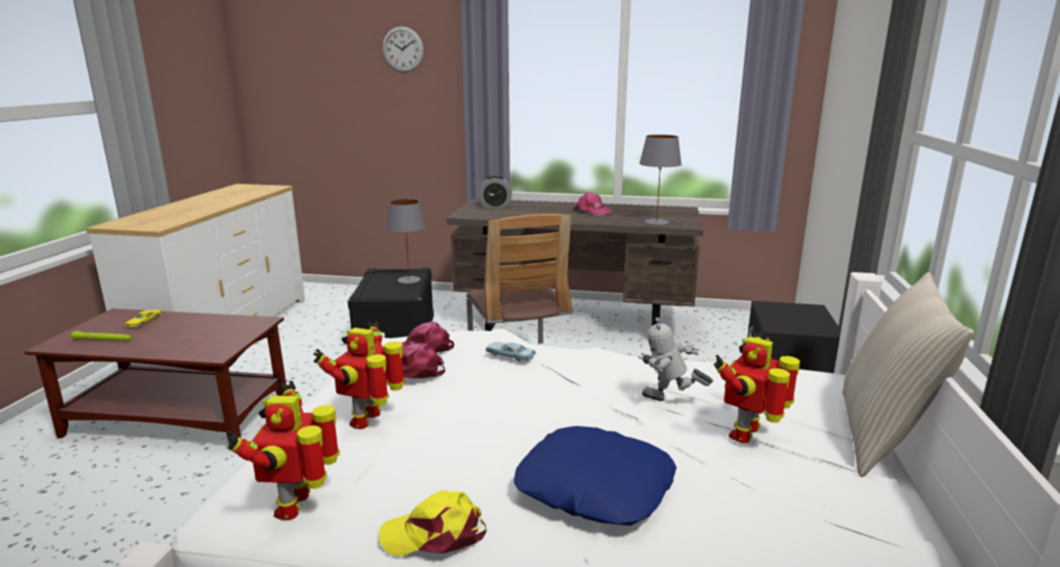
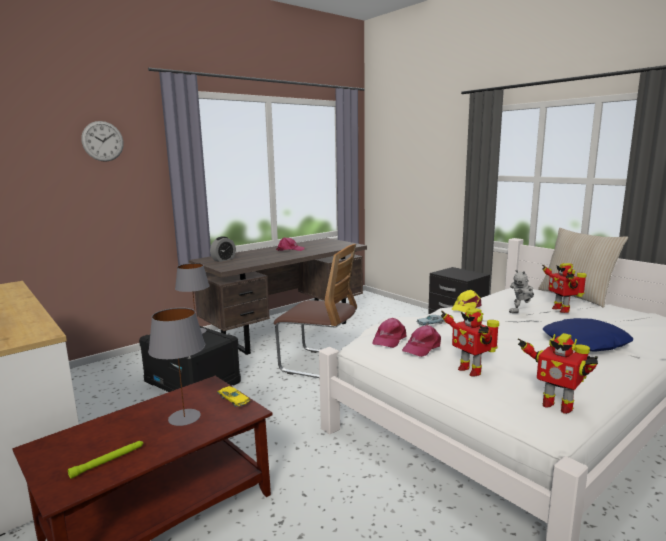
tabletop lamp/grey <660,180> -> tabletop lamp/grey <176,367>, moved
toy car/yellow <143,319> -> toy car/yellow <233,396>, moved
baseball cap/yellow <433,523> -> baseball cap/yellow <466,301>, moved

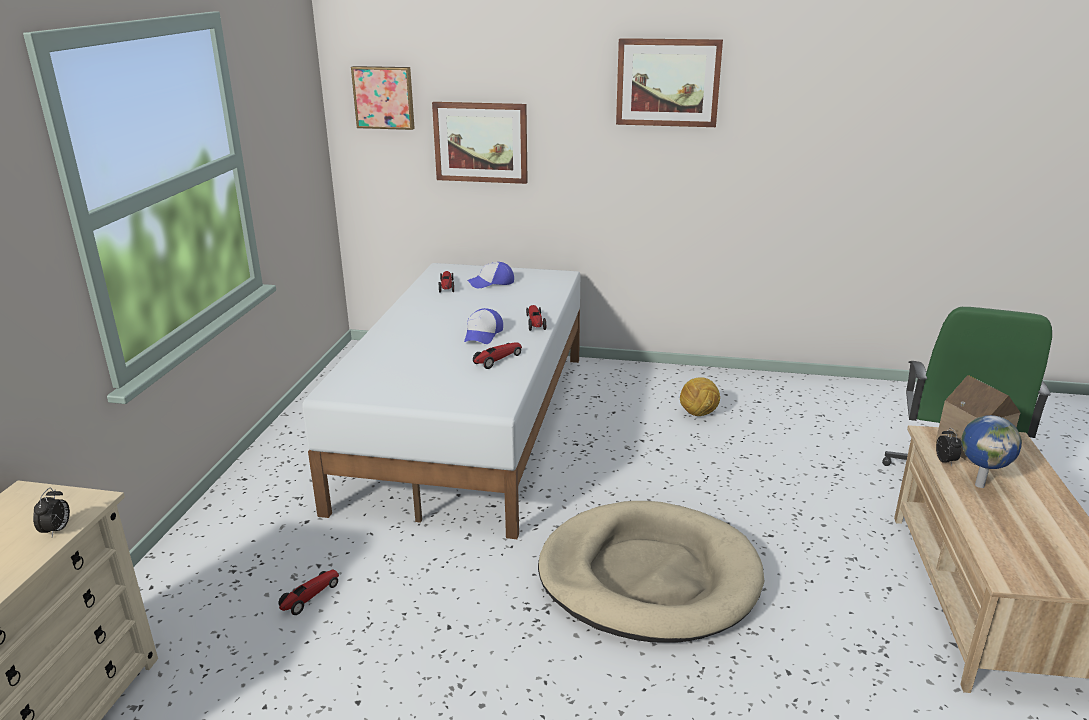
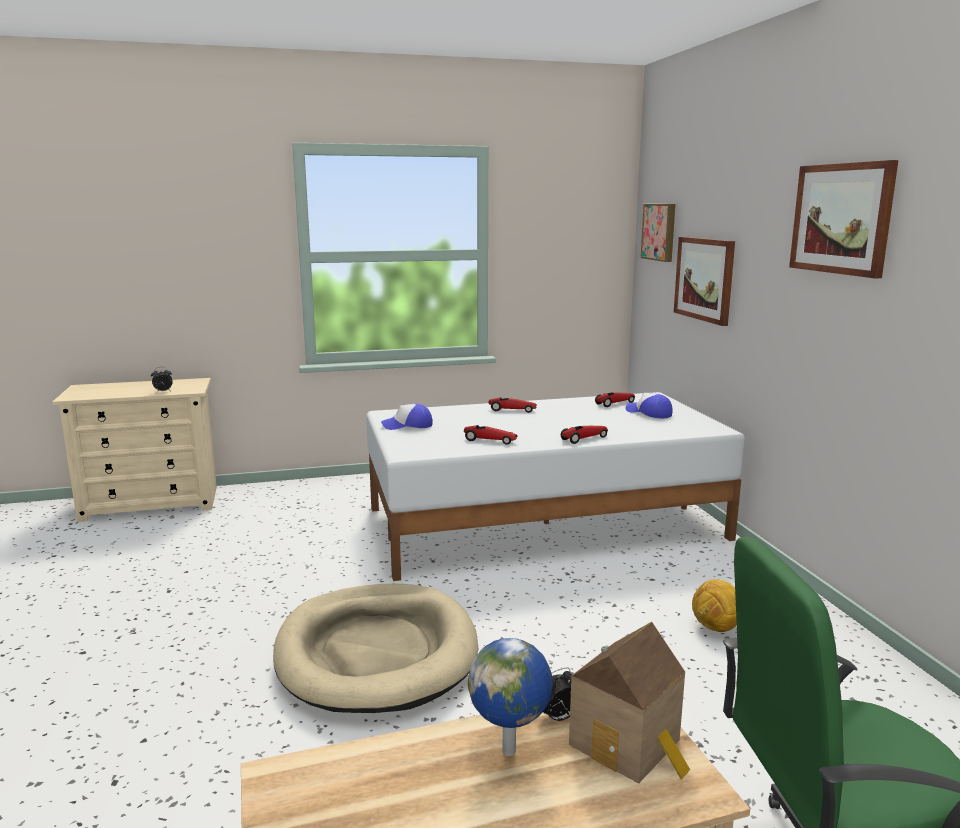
baseball cap <483,326> -> baseball cap <407,417>, moved
toy car <308,592> -> toy car <512,405>, moved

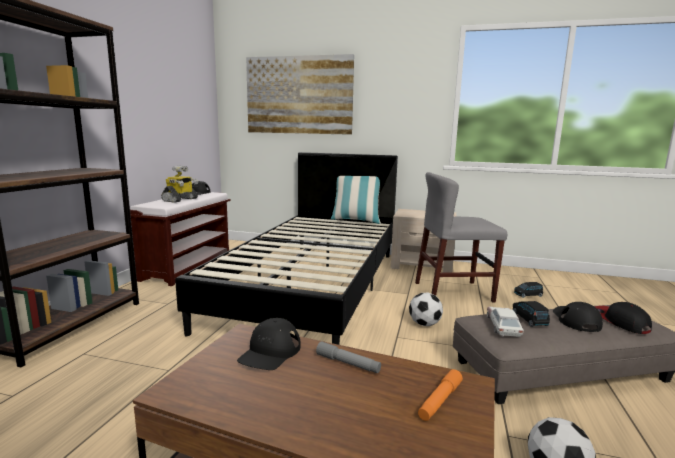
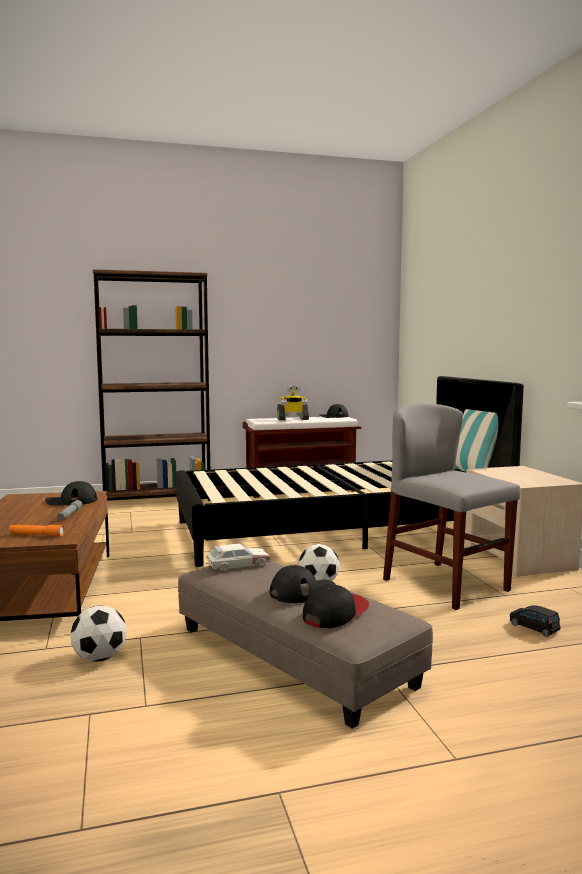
wall picture <300,94> -> none
toy car/black-coloured <531,314> -> none

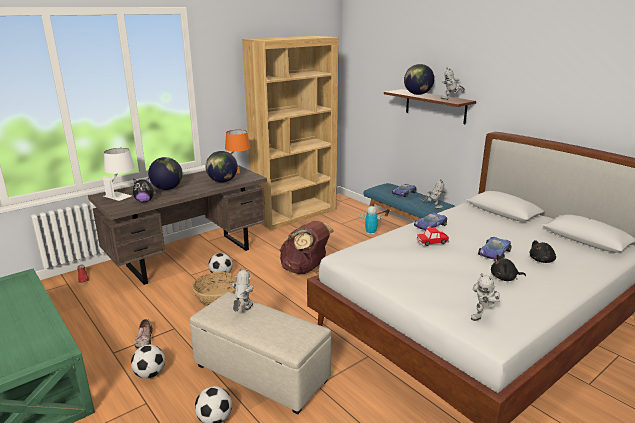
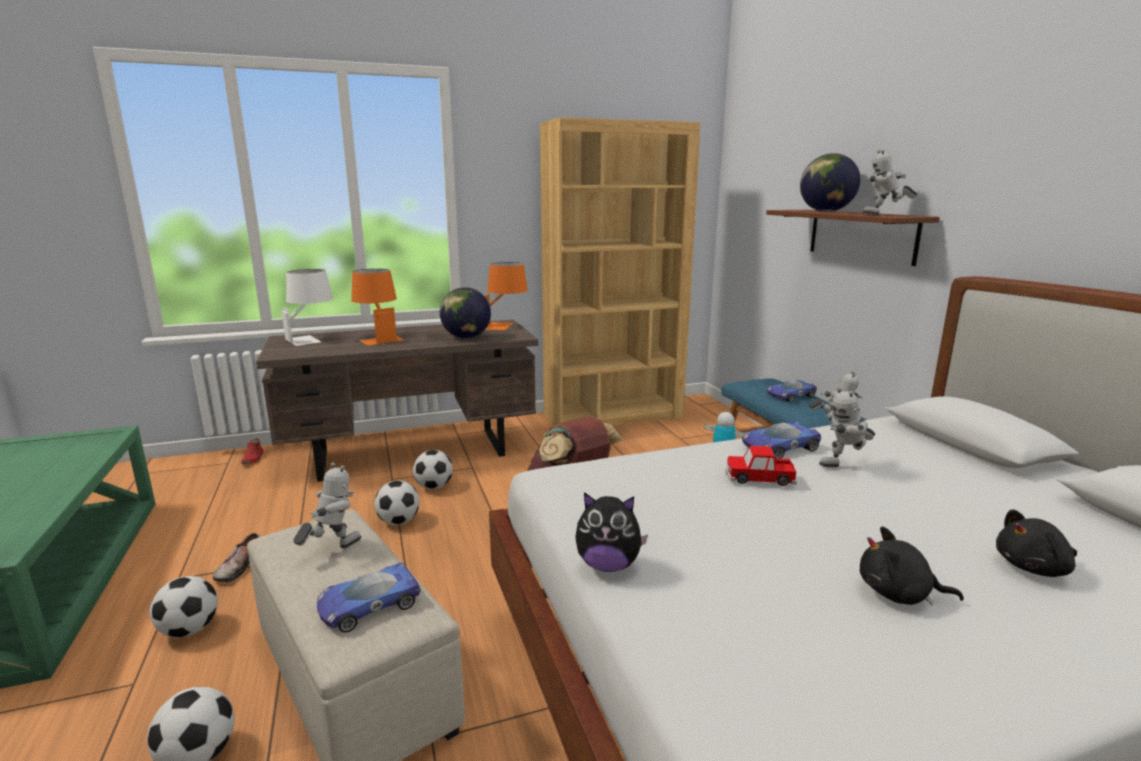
toy car <495,248> -> toy car <369,598>, moved
desk globe <165,173> -> tabletop lamp/orangey <377,307>
basket <214,289> -> football <396,503>
plush toy <144,190> -> plush toy <611,532>, moved
model robot <485,297> -> model robot <847,427>, moved

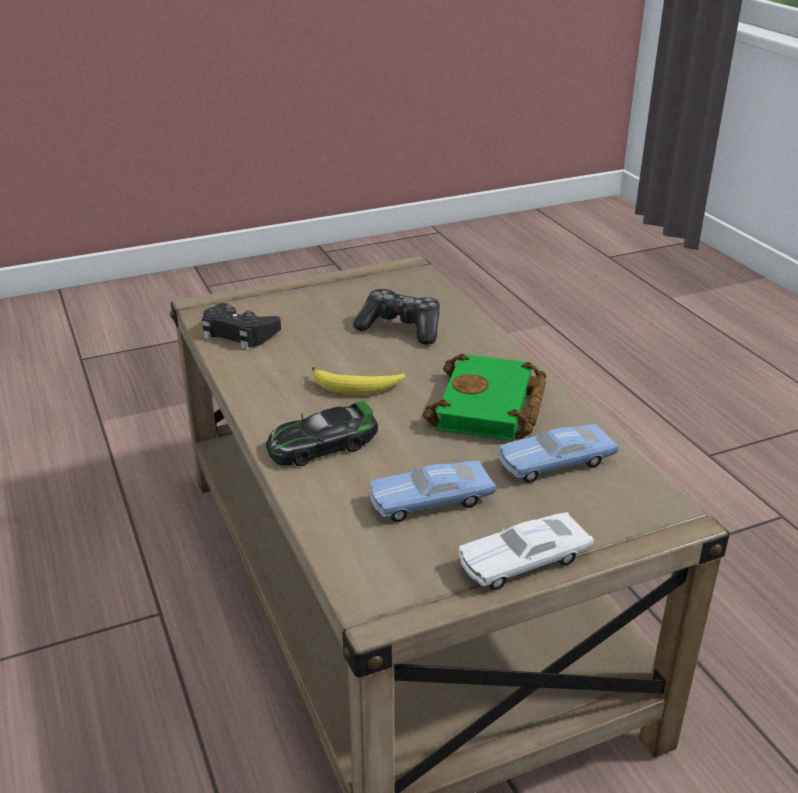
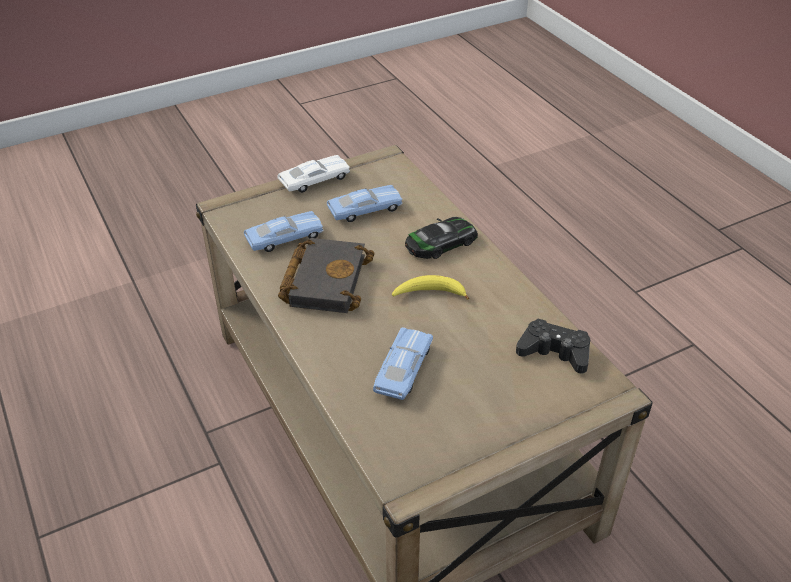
volume/greenish <484,397> -> volume/black-coloured <326,275>
joypad <396,317> -> toy car/blue-coloured <403,363>

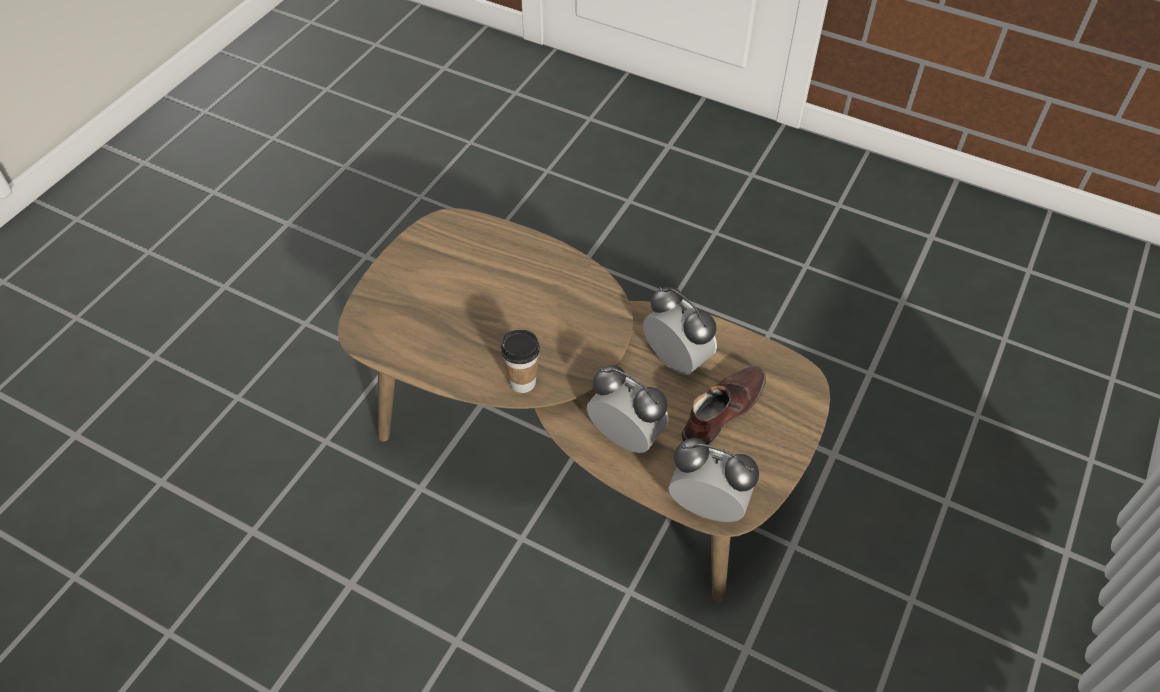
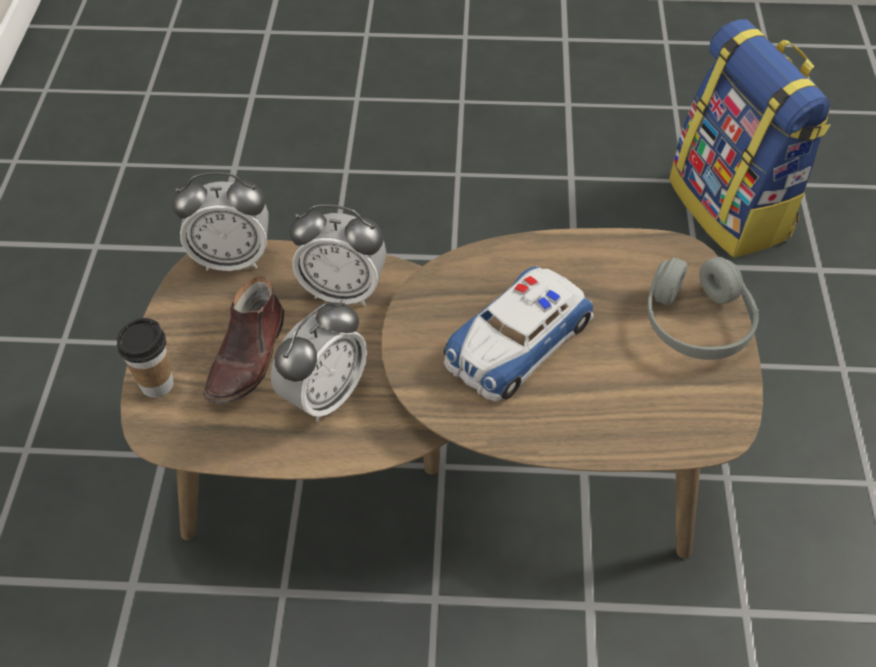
cup <520,361> -> cup <145,358>, moved
alarm clock <680,331> -> alarm clock <319,361>, 75 degrees counterclockwise
none -> toy car <519,333>
none -> headphones/grey <703,308>
none -> rucksack <750,138>

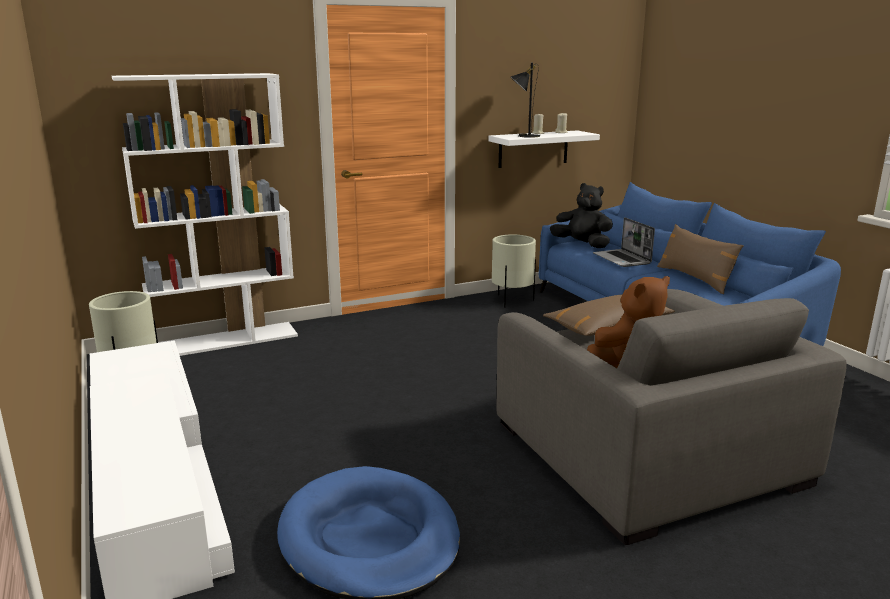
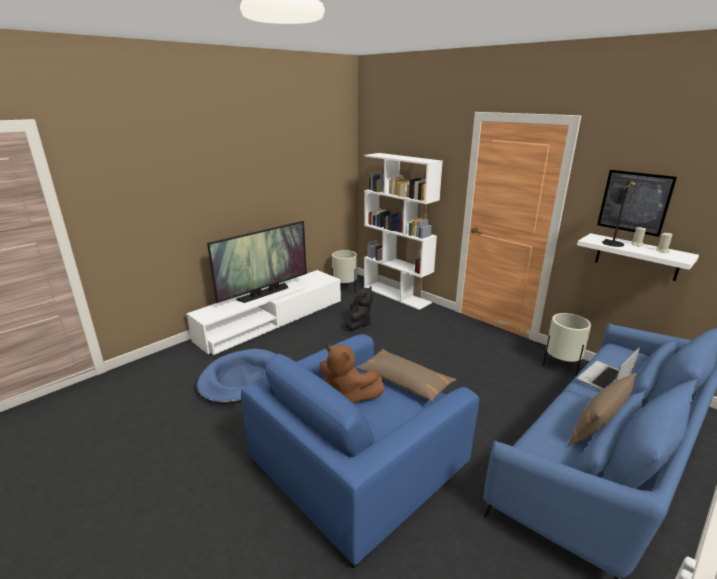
none -> television <257,262>
armchair/grey <671,417> -> armchair/blue-coloured <360,451>
plush toy/black-coloured <581,215> -> plush toy/black-coloured <359,308>, moved
none -> wall picture <637,203>

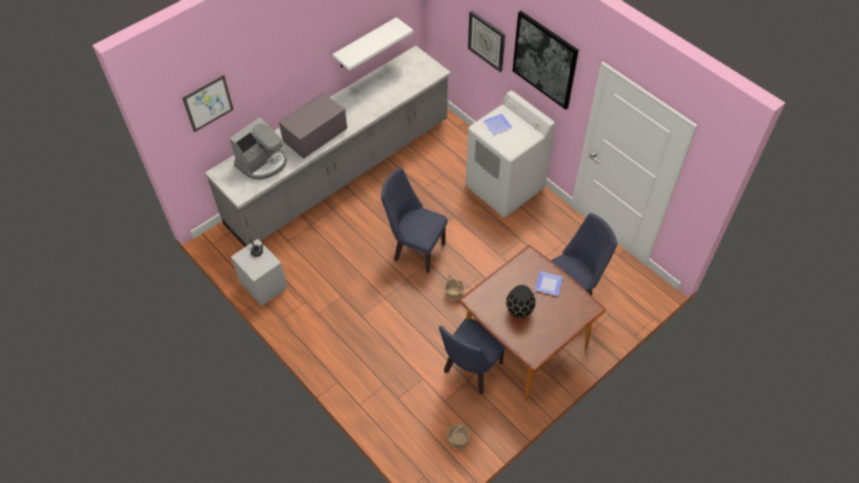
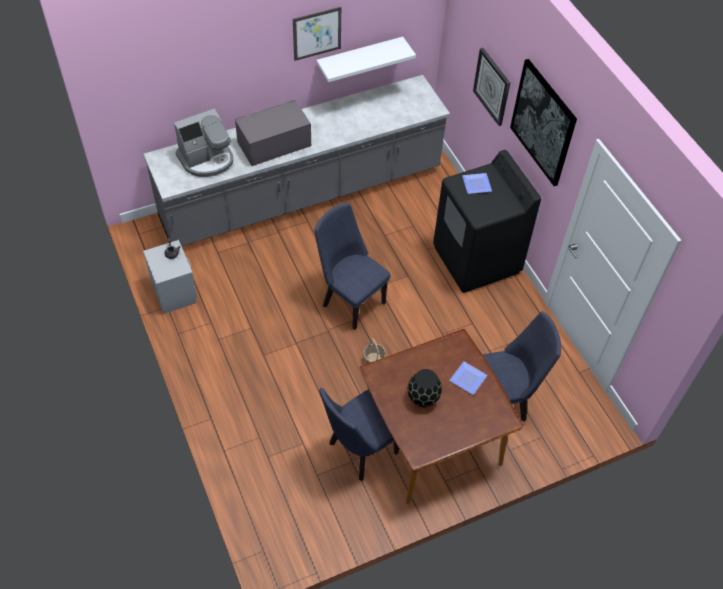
wall picture <208,103> -> wall picture <317,34>, moved
washing machine/whitish <510,154> -> washing machine/black-coloured <487,221>
basket <458,436> -> none

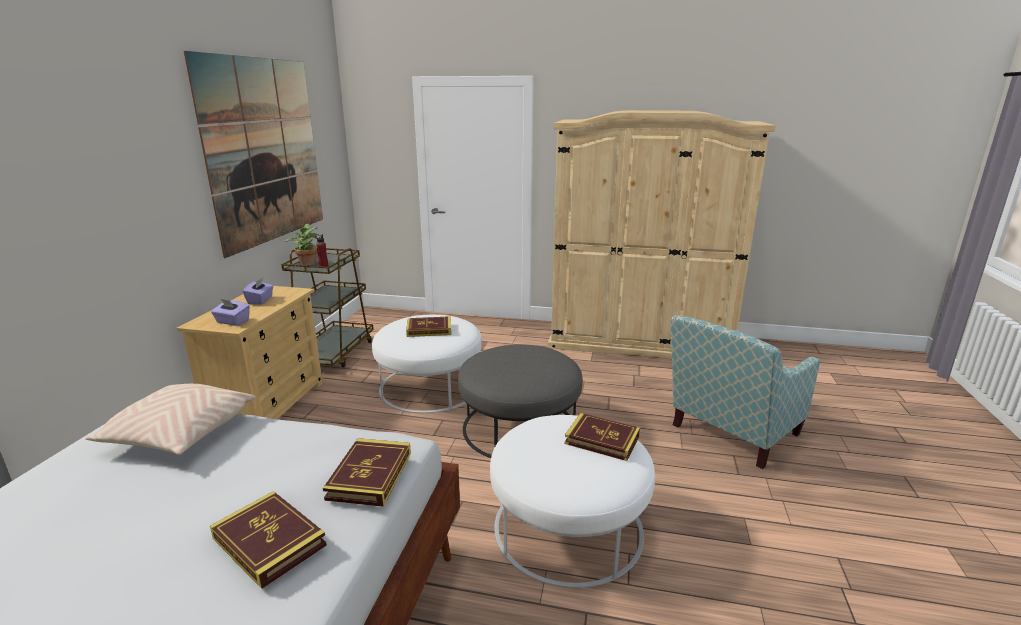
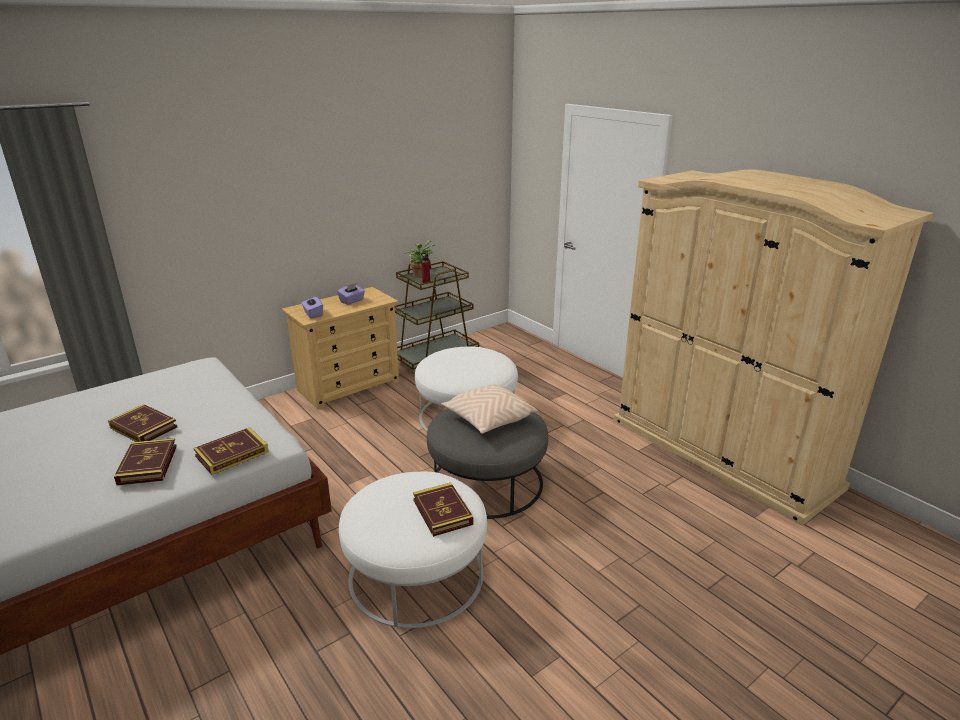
volume <428,326> -> volume <142,423>, moved
pillow/beige-coloured <170,419> -> pillow/beige-coloured <489,409>, moved
wall picture <253,154> -> none
armchair <745,392> -> none

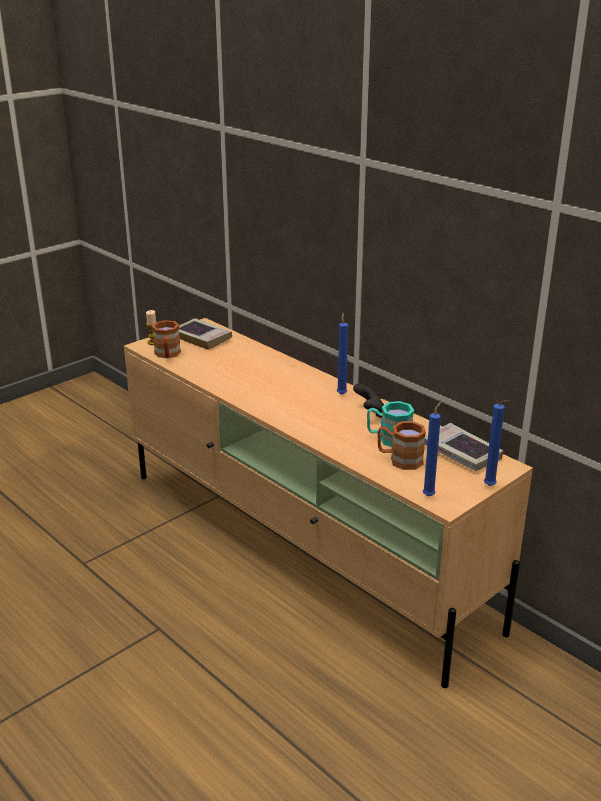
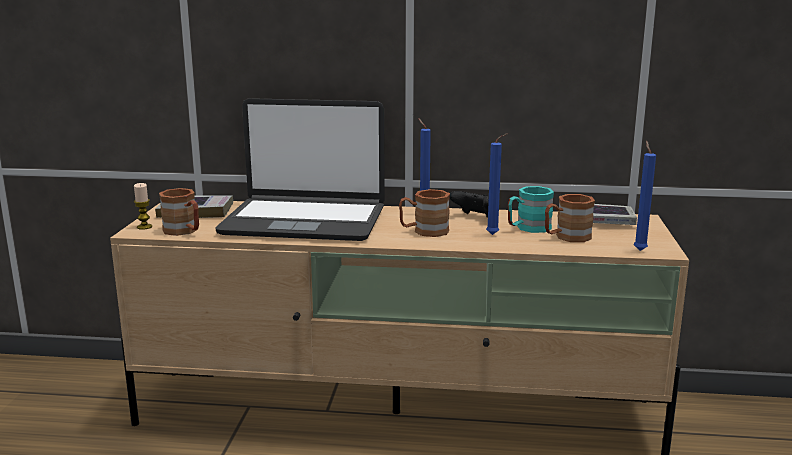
none -> notebook computer <300,169>
none -> coffee mug/brown-coloured <424,213>
wax candle/blue-coloured <496,443> -> wax candle/blue-coloured <497,184>, moved

